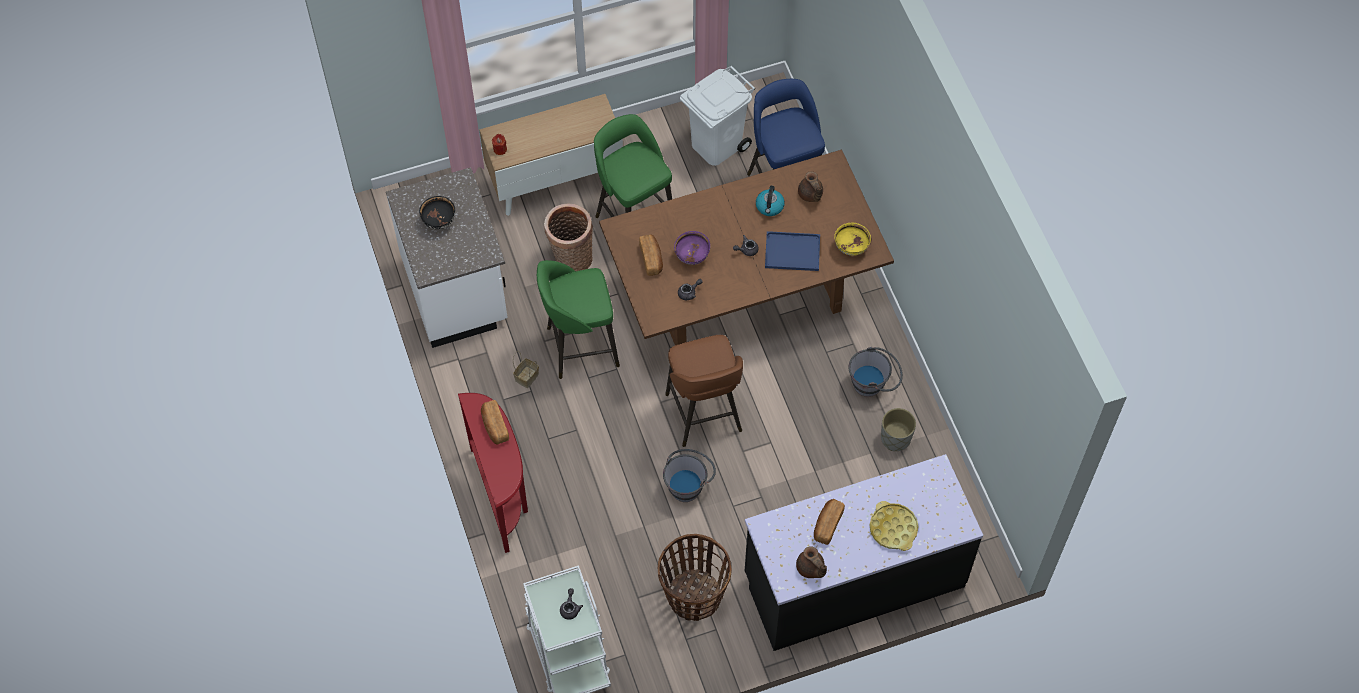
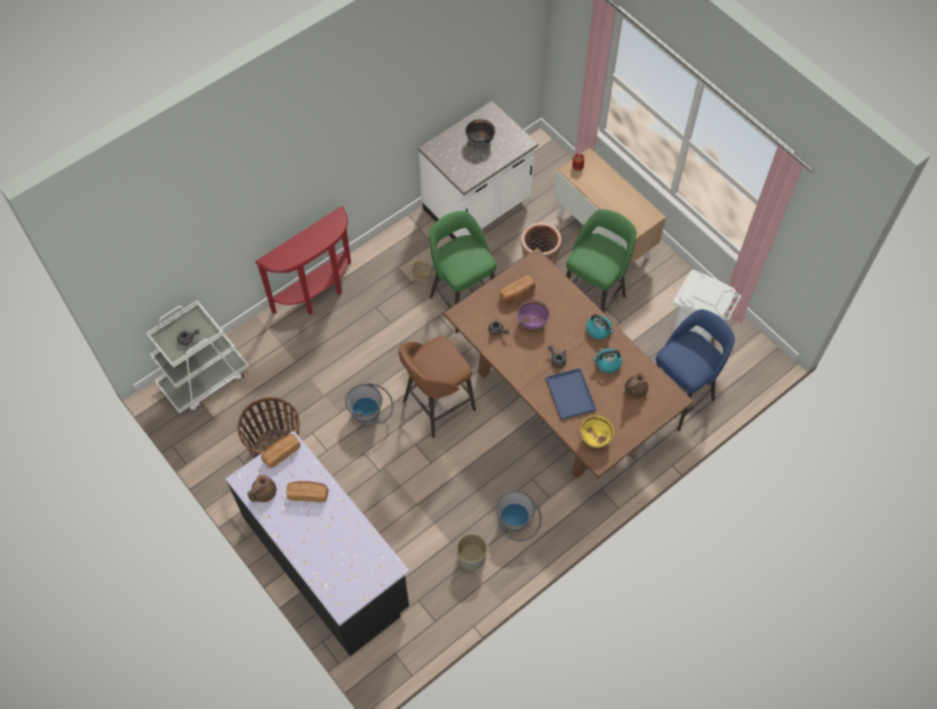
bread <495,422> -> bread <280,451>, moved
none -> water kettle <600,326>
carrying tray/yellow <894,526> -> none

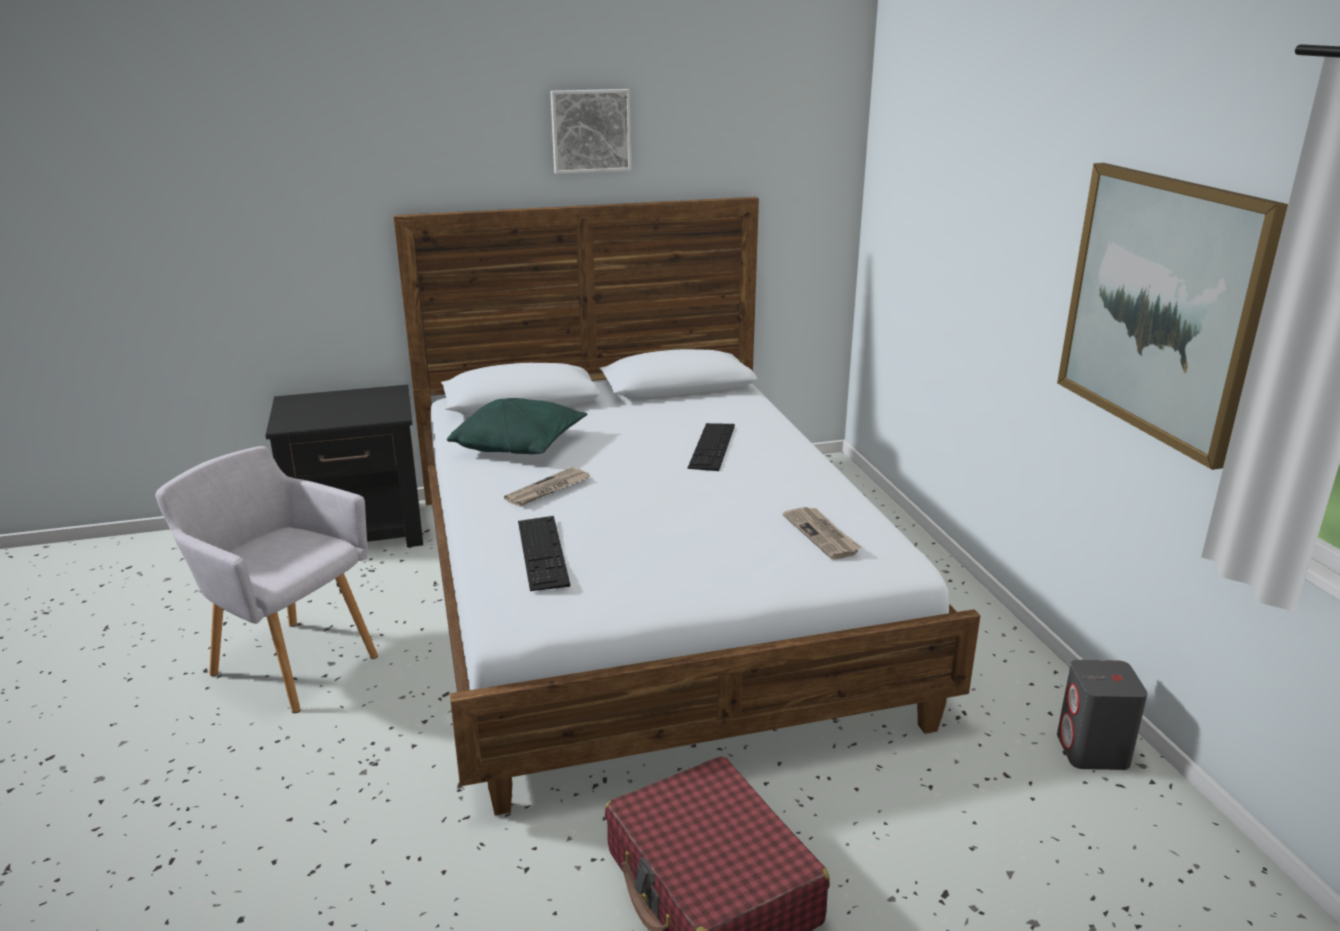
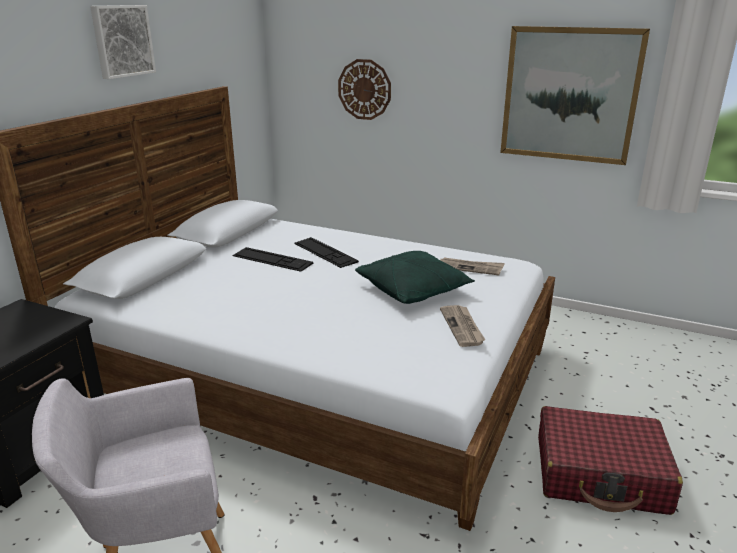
computer keyboard <544,553> -> computer keyboard <273,259>, moved
none -> hanging clock <364,89>
pillow/greenish <517,426> -> pillow/greenish <415,277>, moved
daily paper <546,487> -> daily paper <462,326>, moved
audio speaker/grey <1102,715> -> none

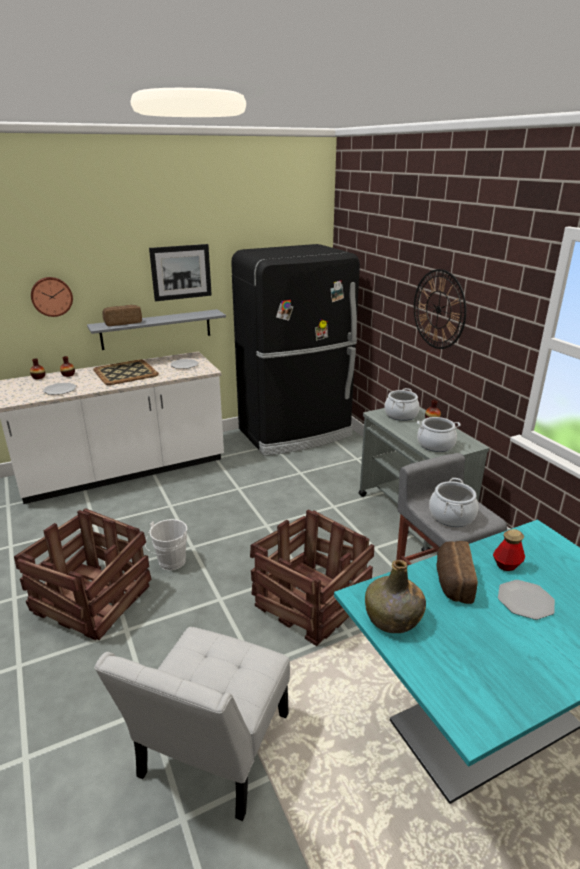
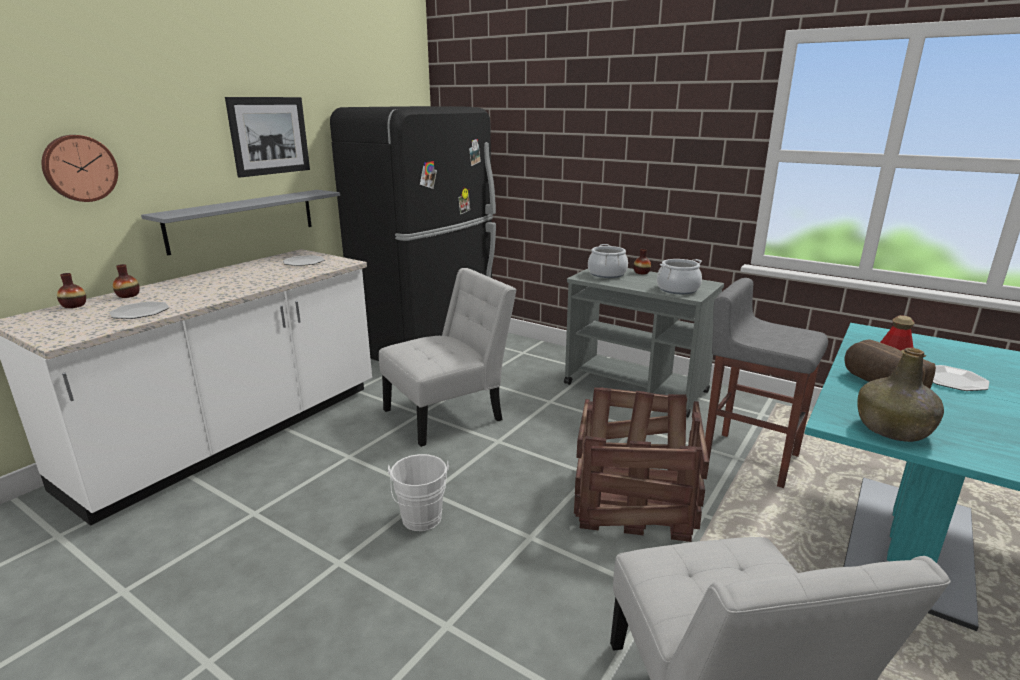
none -> upright chair/whitish <447,357>
crate <82,574> -> none
carrying tray <126,372> -> none
bread <122,315> -> none
hanging clock <440,309> -> none
saucepot <453,502> -> none

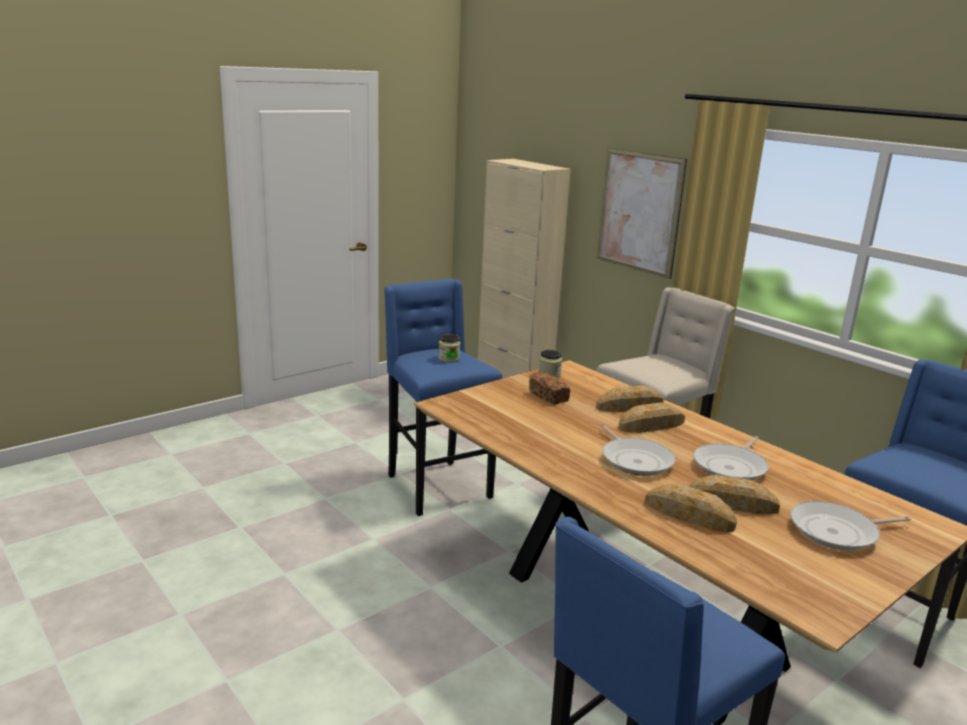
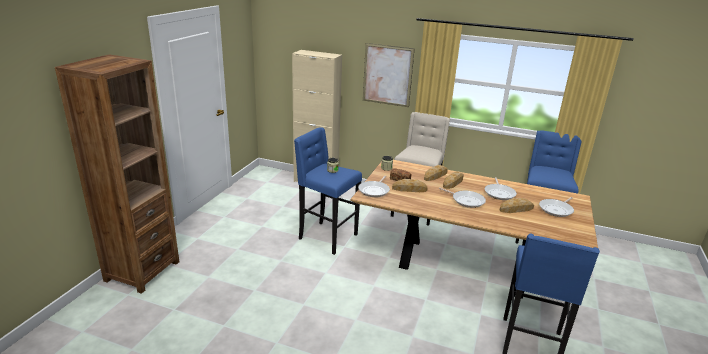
none -> shelving unit/brown-coloured <117,174>
none -> skillet <374,186>
bread <690,508> -> bread <410,185>, moved

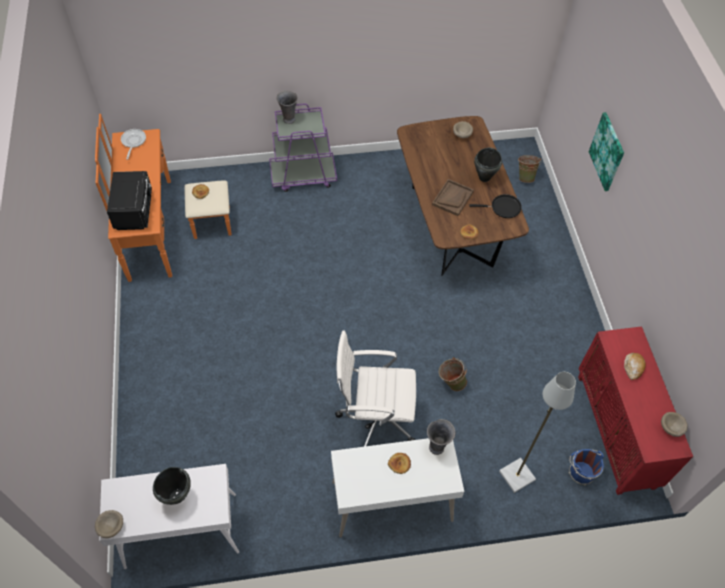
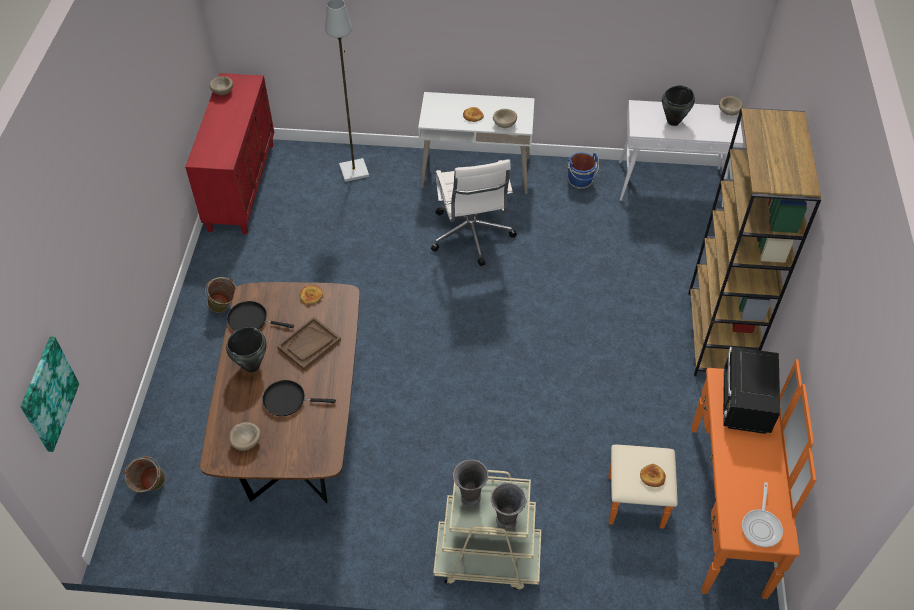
wall picture <606,151> -> wall picture <49,394>, moved
bucket/greenish <453,374> -> bucket/greenish <220,295>, moved
none -> skillet/black-coloured <299,398>
office chair/whitish <375,389> -> office chair/whitish <474,212>, 60 degrees clockwise
cart/purple <303,147> -> cart/beige-coloured <487,530>
flower vase/grey <441,437> -> flower vase/grey <471,483>, moved
none -> bowl/beige-coloured <505,118>
bucket/blue-coloured <586,467> -> bucket/blue-coloured <583,171>, moved
none -> shelving unit/brown-coloured <754,242>
bread <635,366> -> none

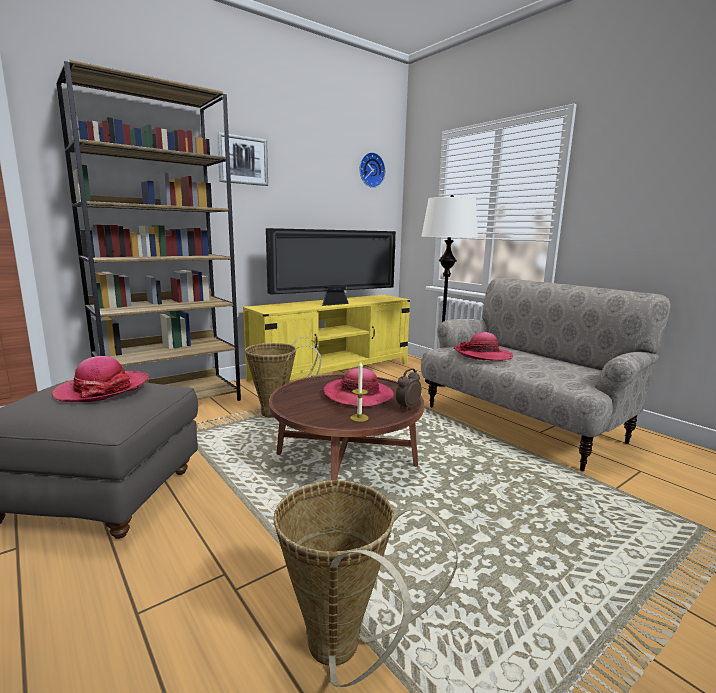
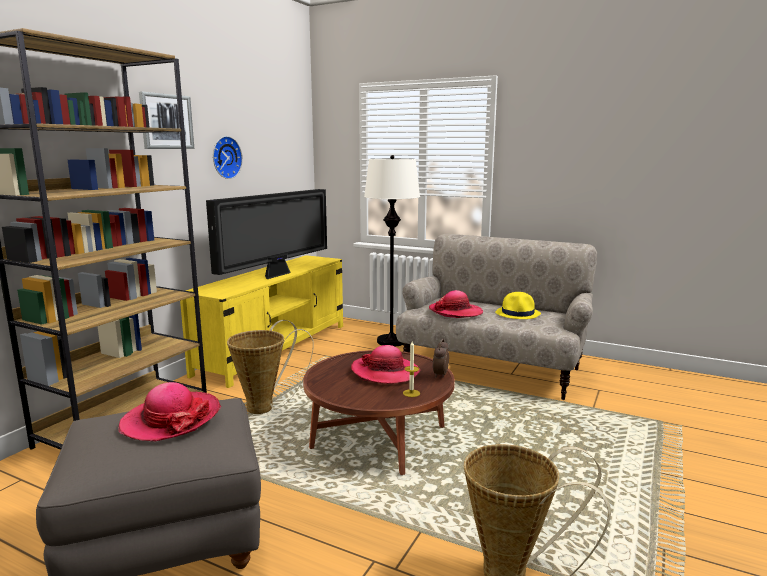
hanging clock <372,170> -> hanging clock <228,157>, moved
none -> clothing hat/yellow <518,305>

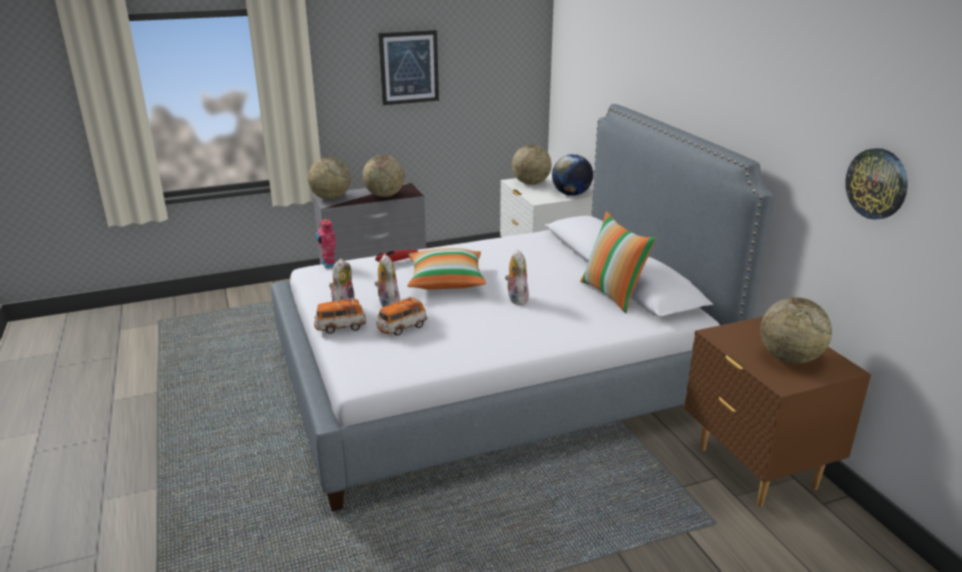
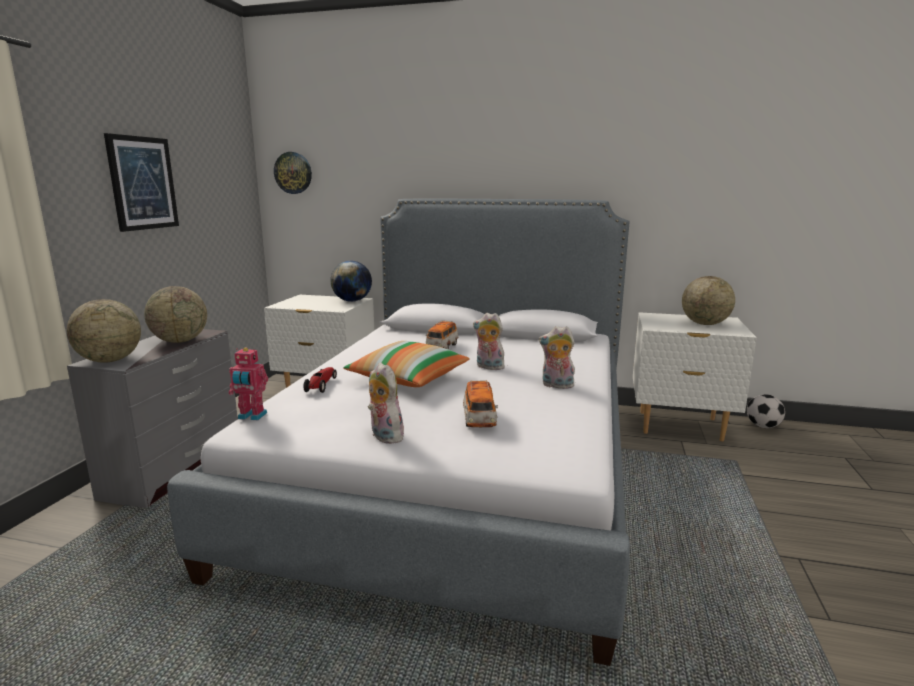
hanging clock <876,184> -> hanging clock <293,173>, moved
toy car <340,316> -> toy car <442,334>, moved
plush toy <387,280> -> plush toy <557,357>, moved
bedside table/brown-coloured <778,411> -> bedside table/whitish <695,376>
none -> football <766,411>
desk globe <531,165> -> none
pillow <618,262> -> none

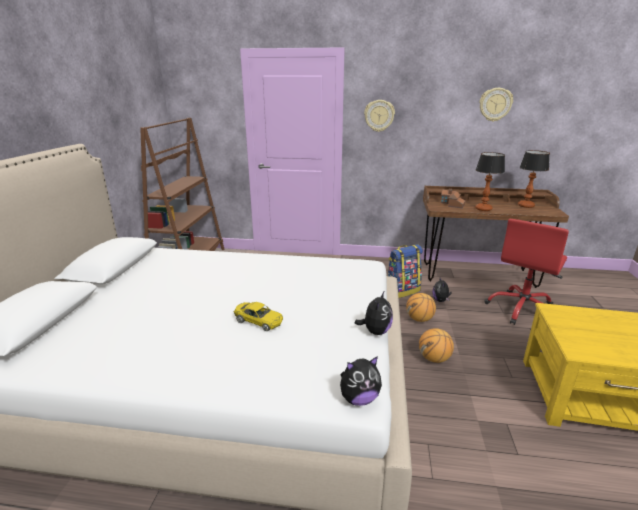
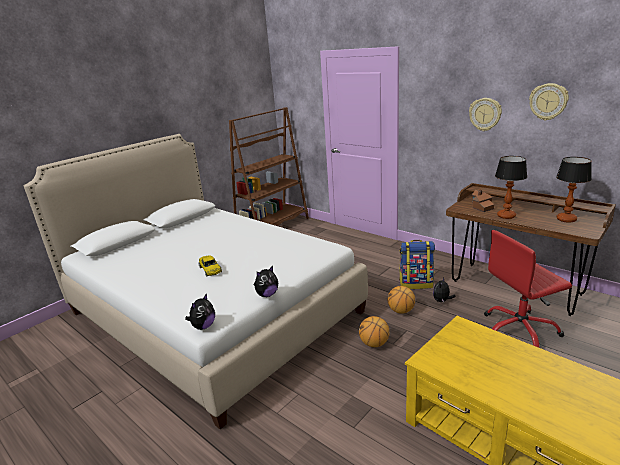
plush toy <361,381> -> plush toy <200,311>, 75 degrees counterclockwise
hanging clock <379,116> -> hanging clock <485,114>, moved

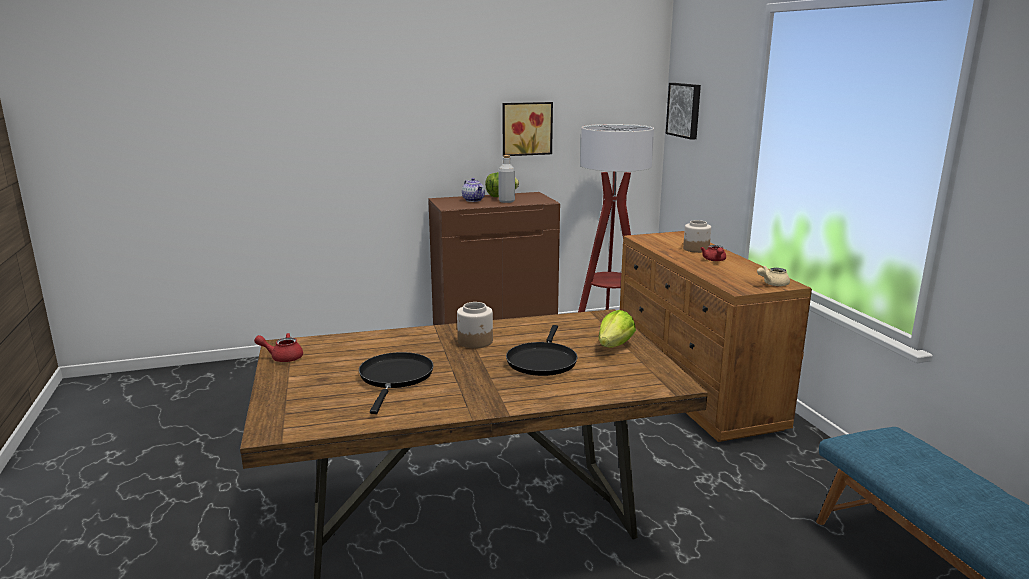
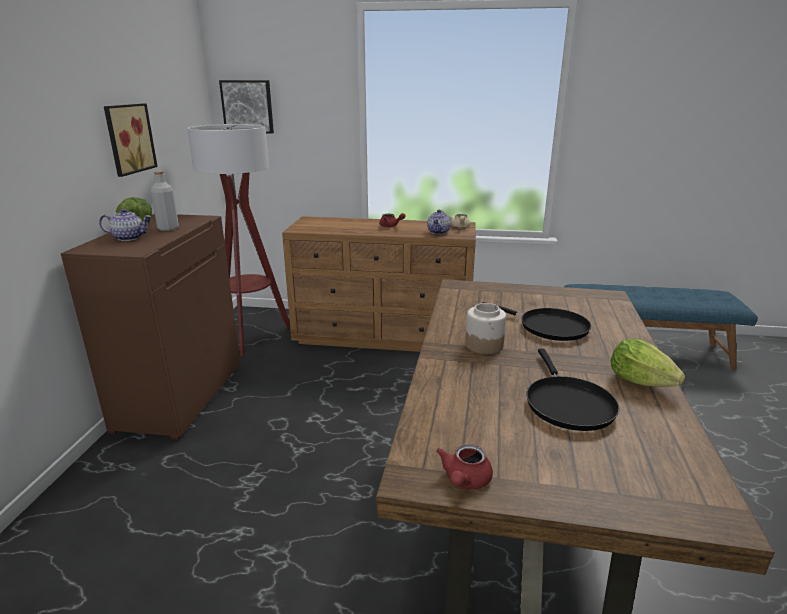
none -> teapot <439,222>
skillet/black-coloured <396,383> -> skillet/black-coloured <572,390>, 120 degrees counterclockwise
head of lettuce <617,329> -> head of lettuce <648,362>, moved
storage jar <697,236> -> none

